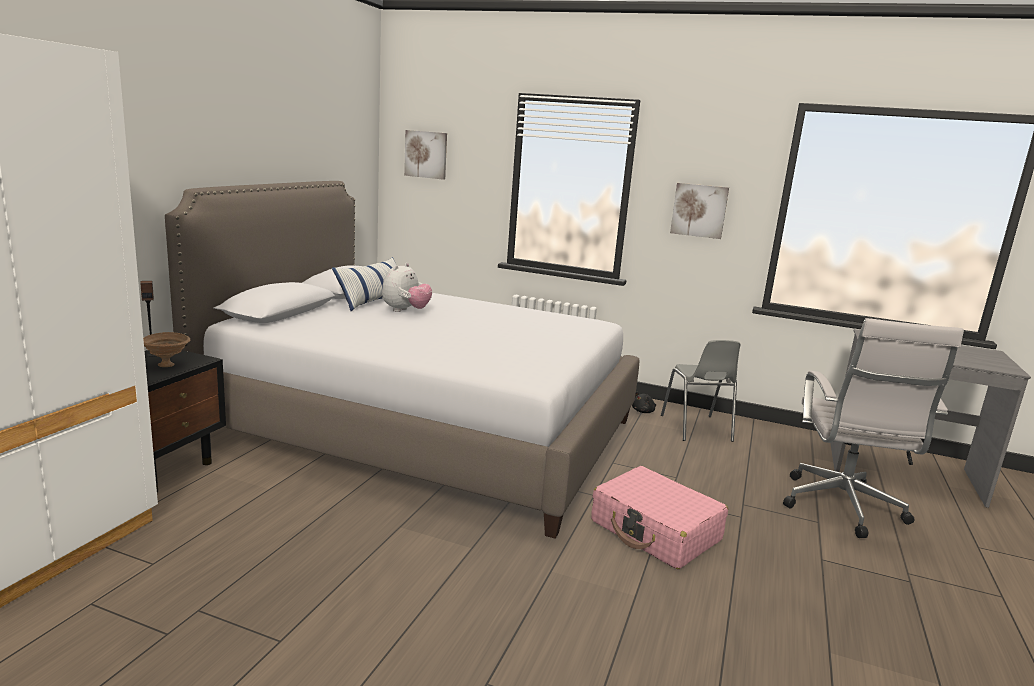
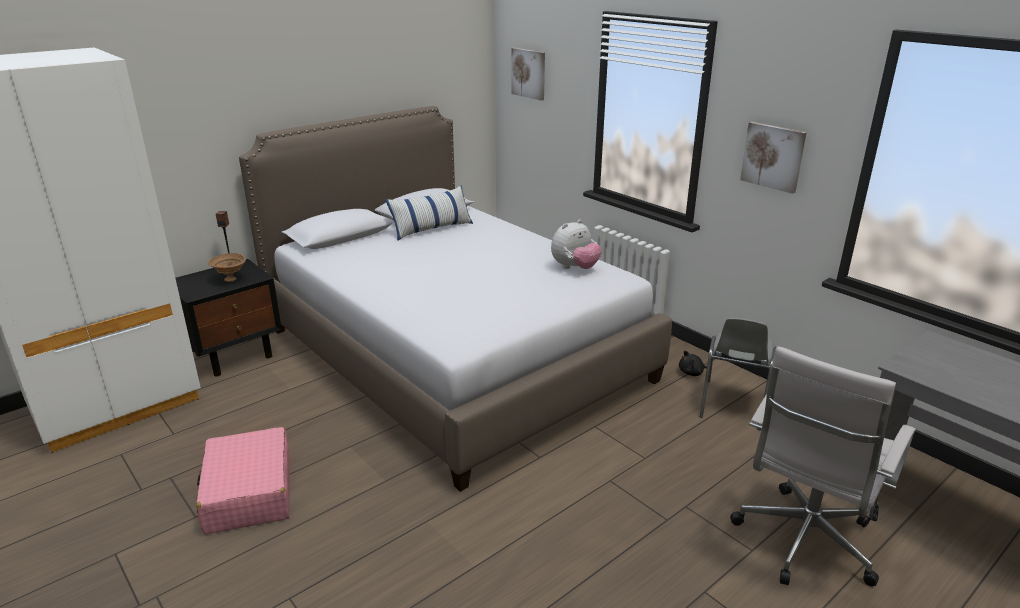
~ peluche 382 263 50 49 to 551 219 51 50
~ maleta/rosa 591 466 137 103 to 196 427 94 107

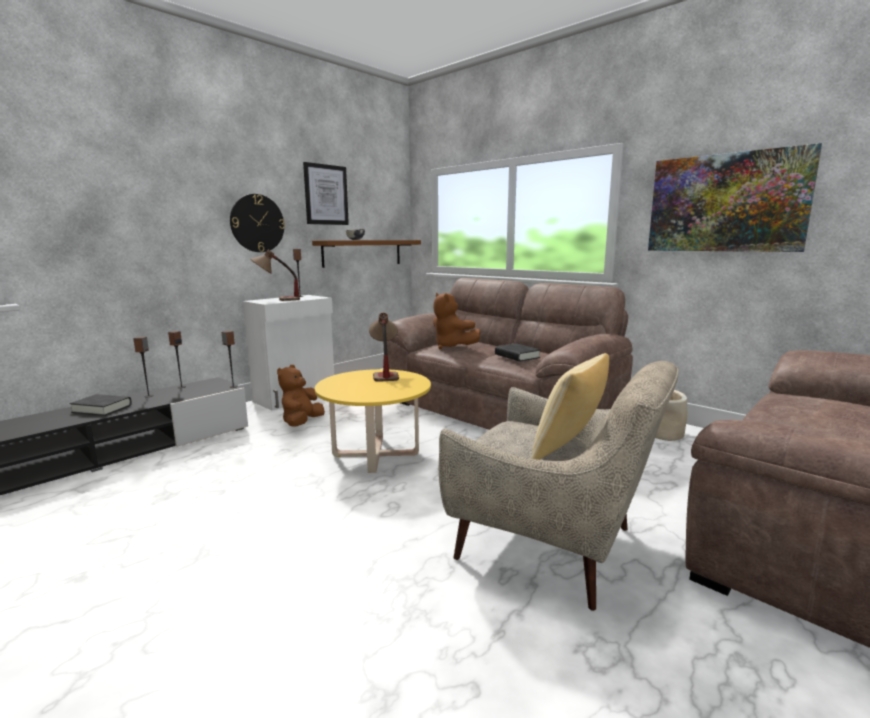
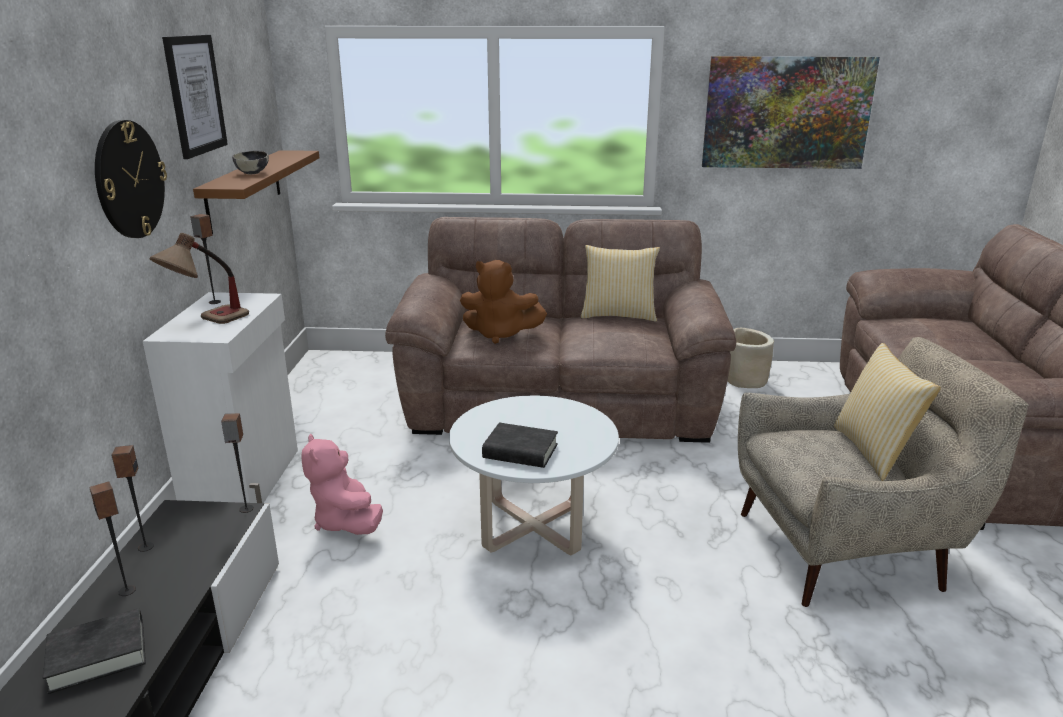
- lámpara de mesa 369 312 30 70
+ cojín 581 245 79 77
~ libro/negro 495 343 46 19 to 482 423 76 45
~ peluche/marrón 277 365 48 62 to peluche/rosa 302 434 81 101
~ mesa de centro/amarillo 315 369 116 104 to mesa de centro/blanco 449 396 170 159

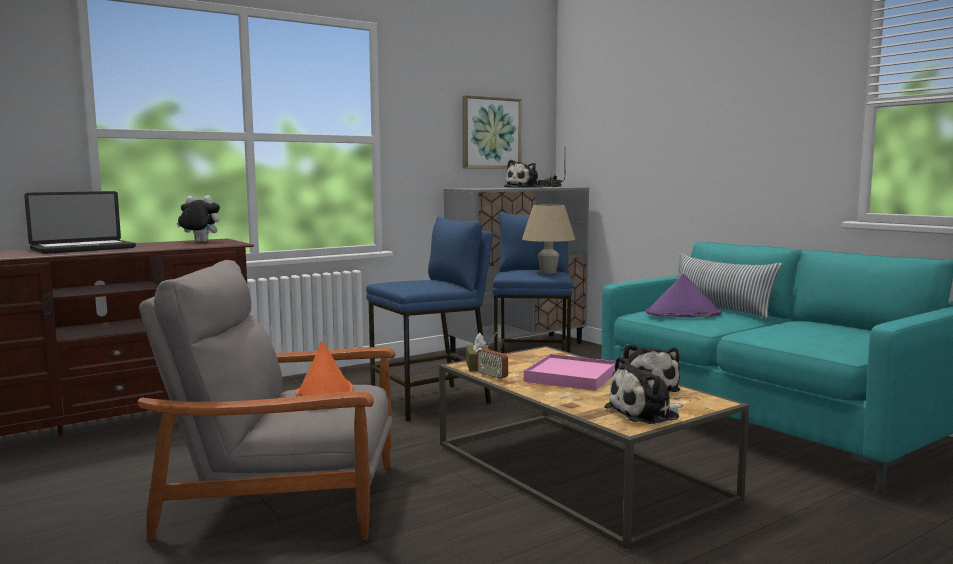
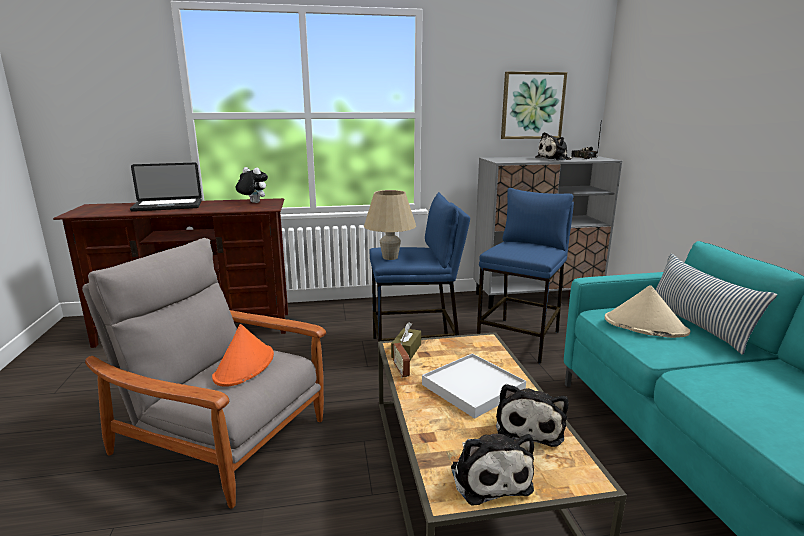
~ lámpara de mesa/beis 522 205 53 69 to 364 190 52 70
~ bandeja/rosa 524 354 92 37 to bandeja/blanco 422 353 104 66
~ sombrero/morado 646 274 76 43 to sombrero/beis 605 285 85 53
~ peluche 605 356 78 68 = 451 434 83 72 105 degrees counterclockwise

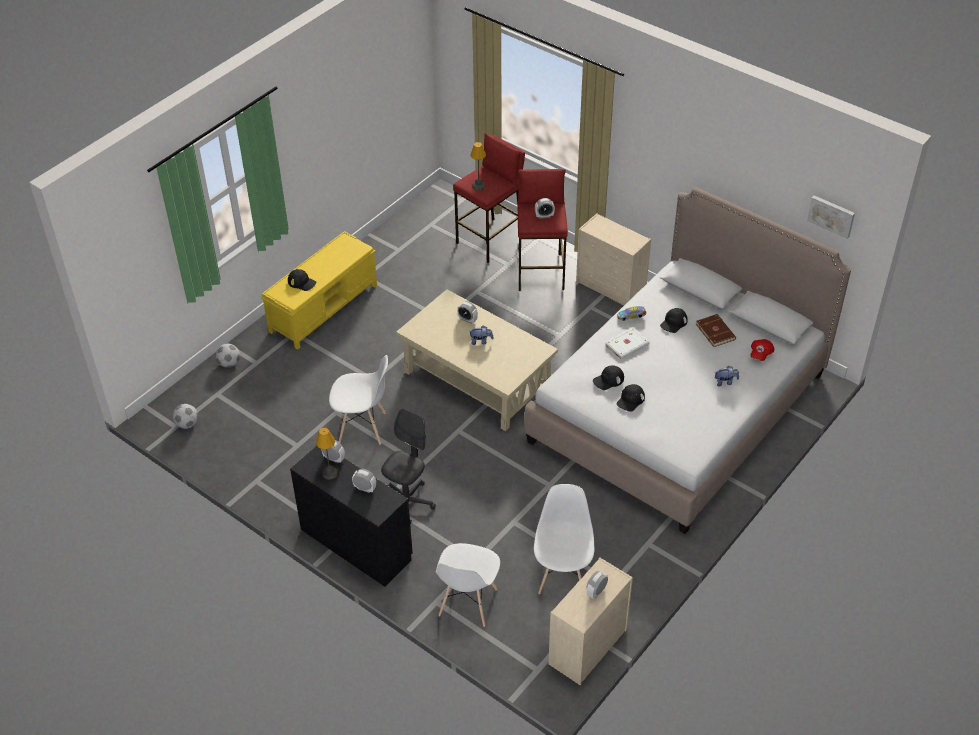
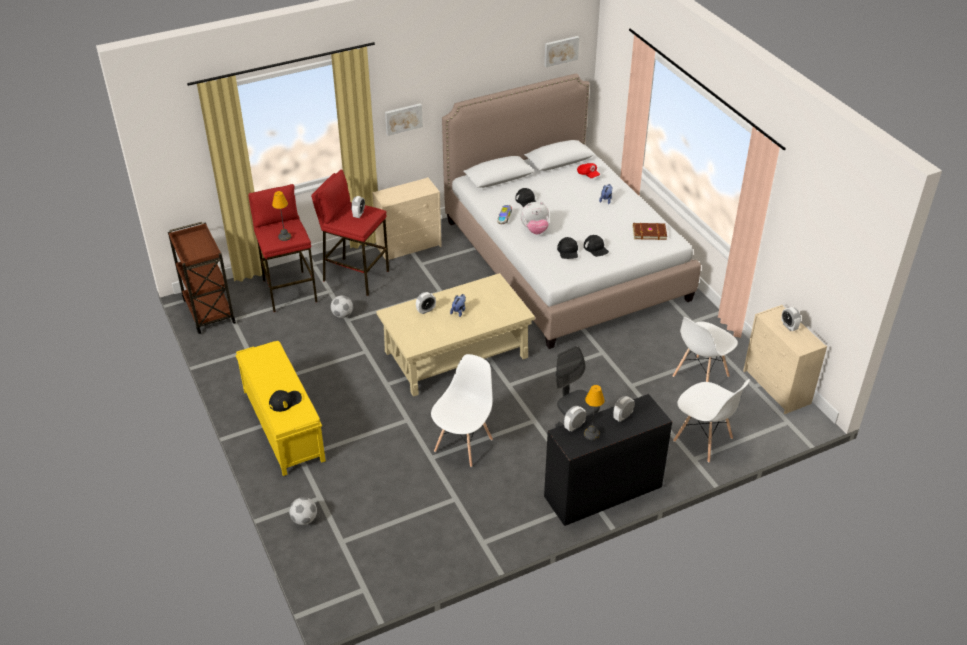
+ carrito/marrón 168 222 68 112
+ cuadro 385 103 38 33
~ balón de fútbol 173 404 25 25 to 330 296 23 22
~ libro/marrón 696 314 40 33 to 633 223 34 17
~ libro/blanco 605 327 45 32 to peluche 520 202 29 32
~ silla/blanco 534 484 60 110 = 673 317 65 65 75 degrees counterclockwise

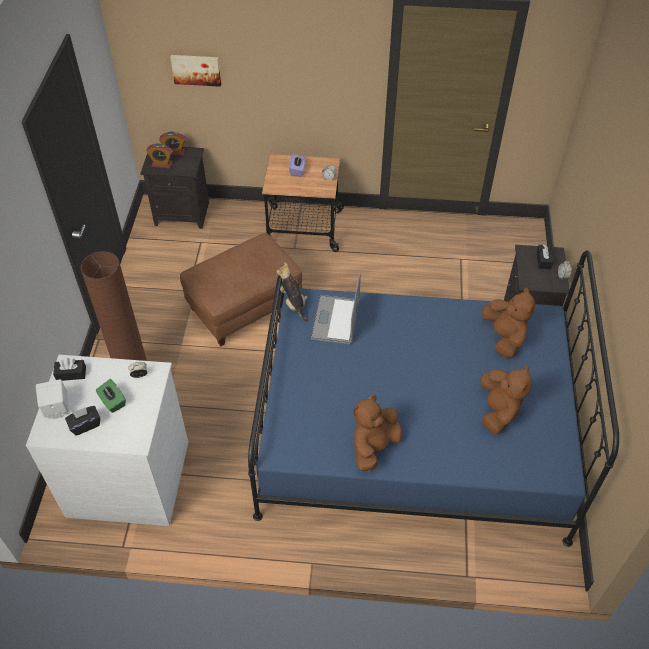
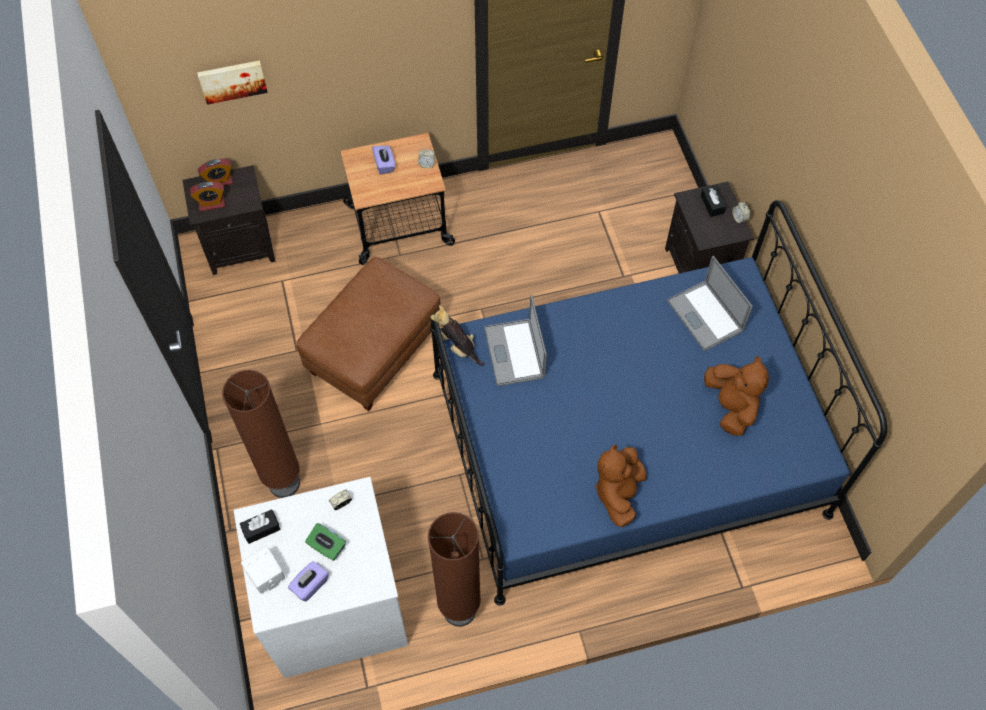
+ lámpara de pie/marrón 428 512 53 115
~ peluche/marrón 482 287 53 71 to portátil 667 256 86 95
~ caja de pañuelos/negro 65 406 35 30 to caja de pañuelos/morado 288 561 41 41

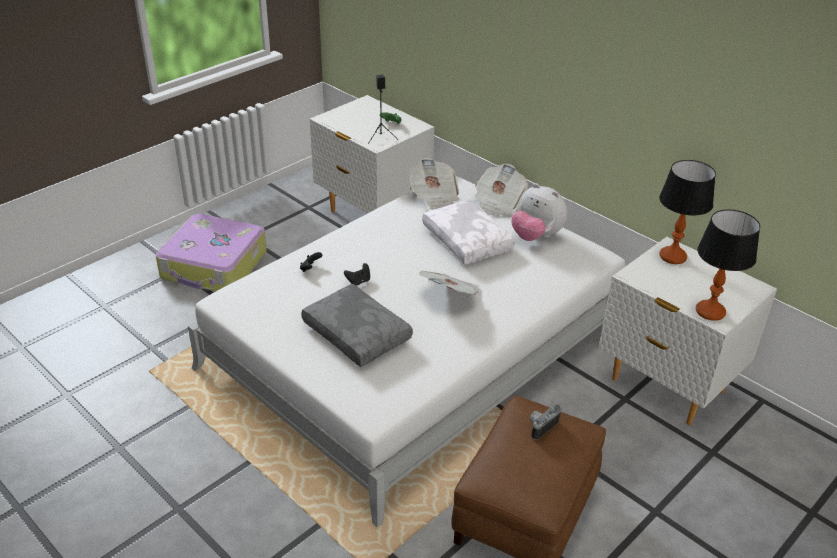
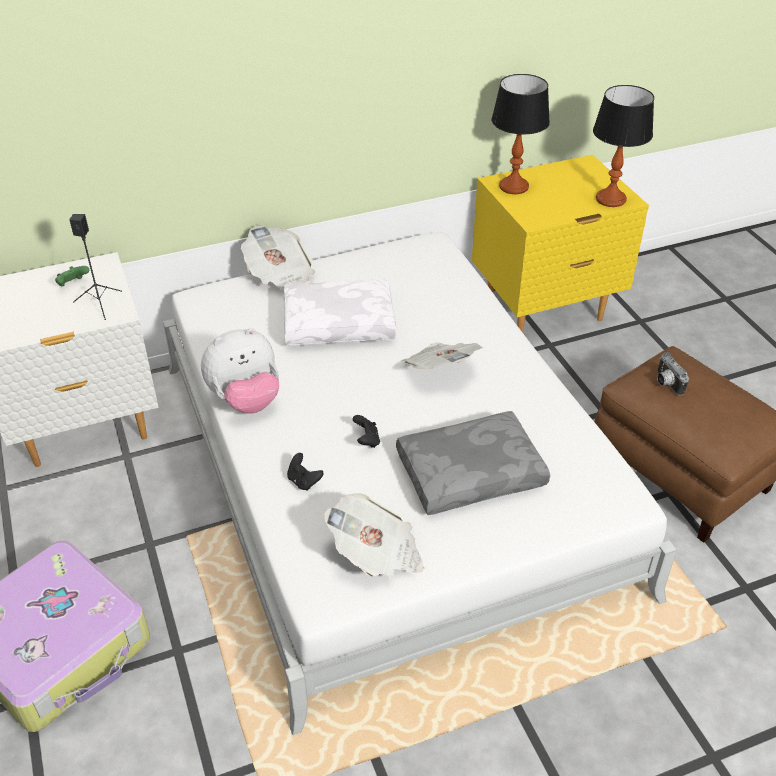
~ periódico 410 158 50 52 to 324 493 100 85
~ peluche 511 183 57 58 to 201 328 78 85
~ mesita de noche/blanco 599 237 178 188 to mesita de noche/amarillo 472 155 177 178

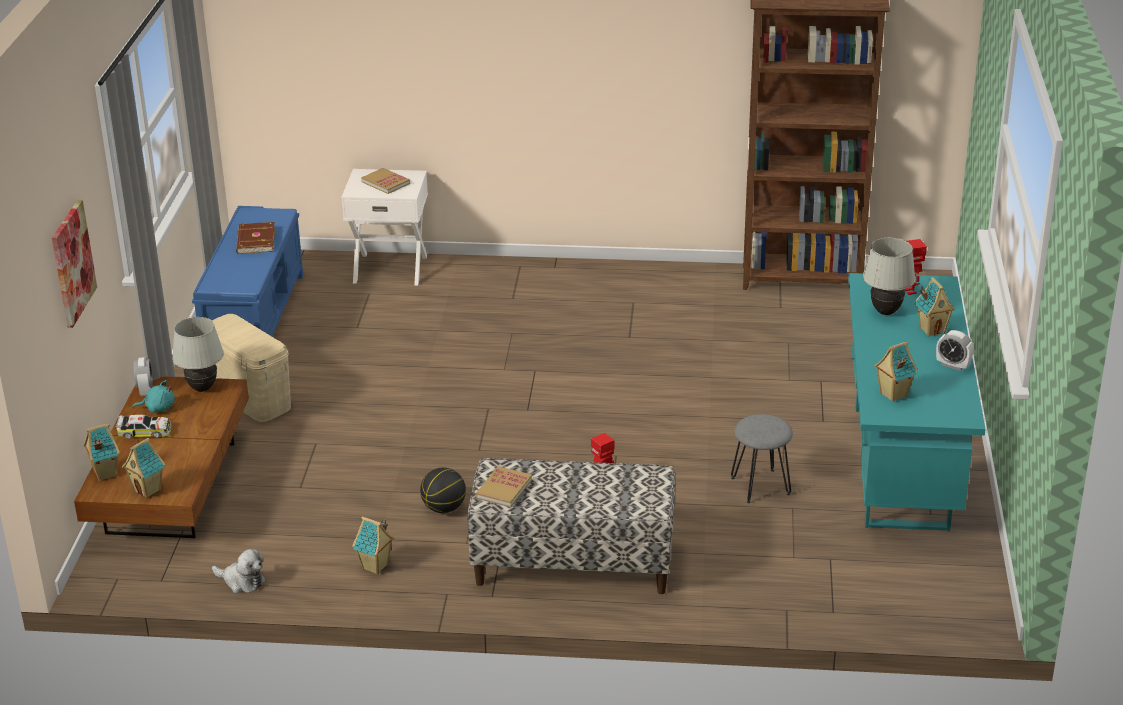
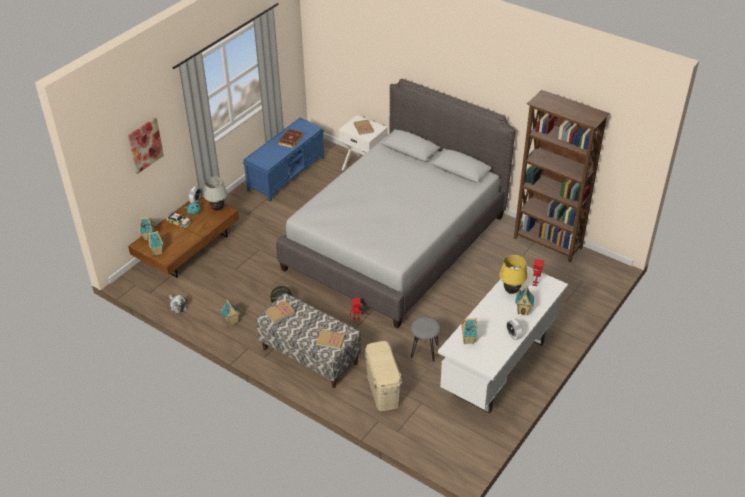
+ cama/gris 276 79 239 249
+ libro 316 330 29 19
~ caja de almacenaje/beis 212 314 79 108 to 365 341 37 70
~ escritorio/turquesa 848 273 138 258 to escritorio/blanco 438 266 130 148
~ lámpara de mesa/blanco 863 238 53 77 to lámpara de mesa/amarillo 499 255 29 39

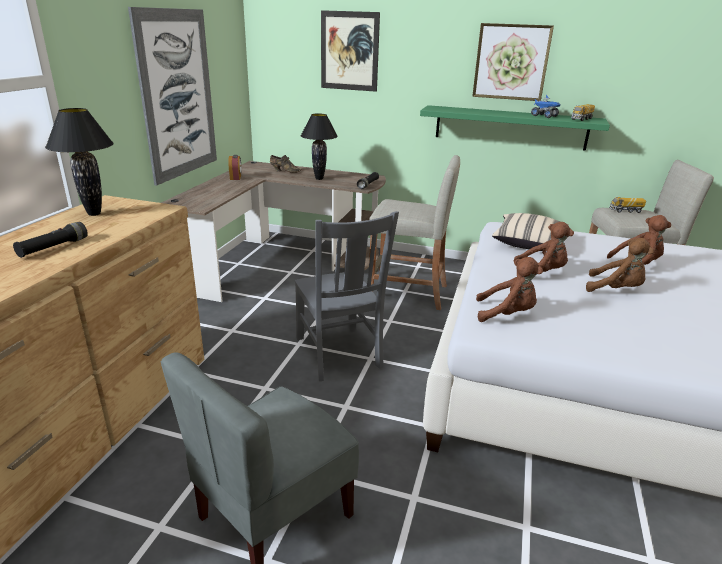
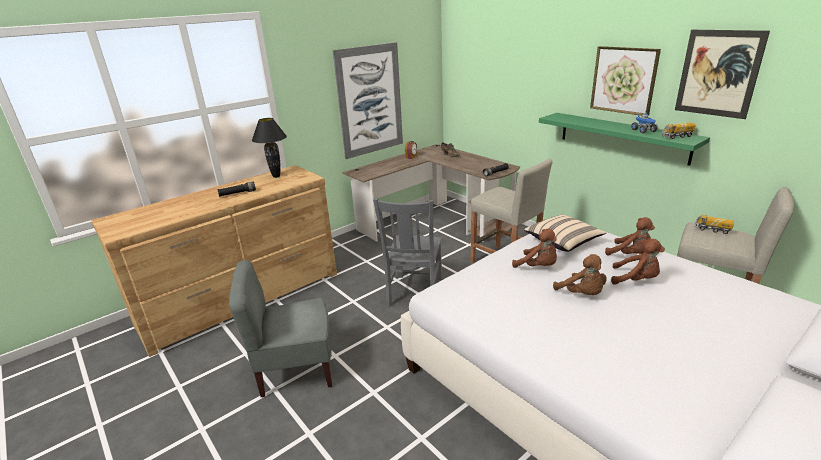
- lámpara de mesa/negro 301 113 37 67
~ cuadro 321 10 59 82 to 675 30 95 89
~ peluche/marrón 476 257 67 65 to 605 217 50 38

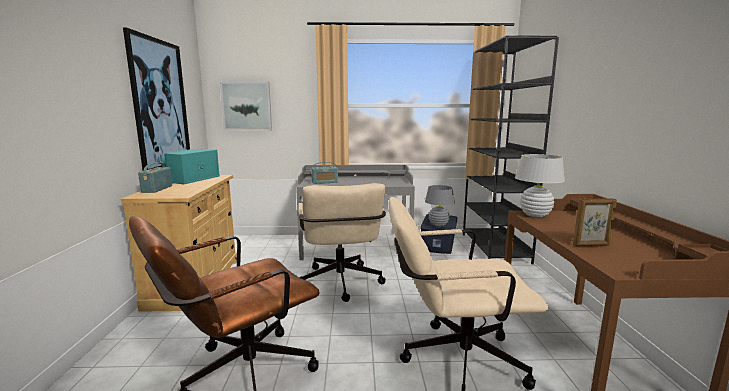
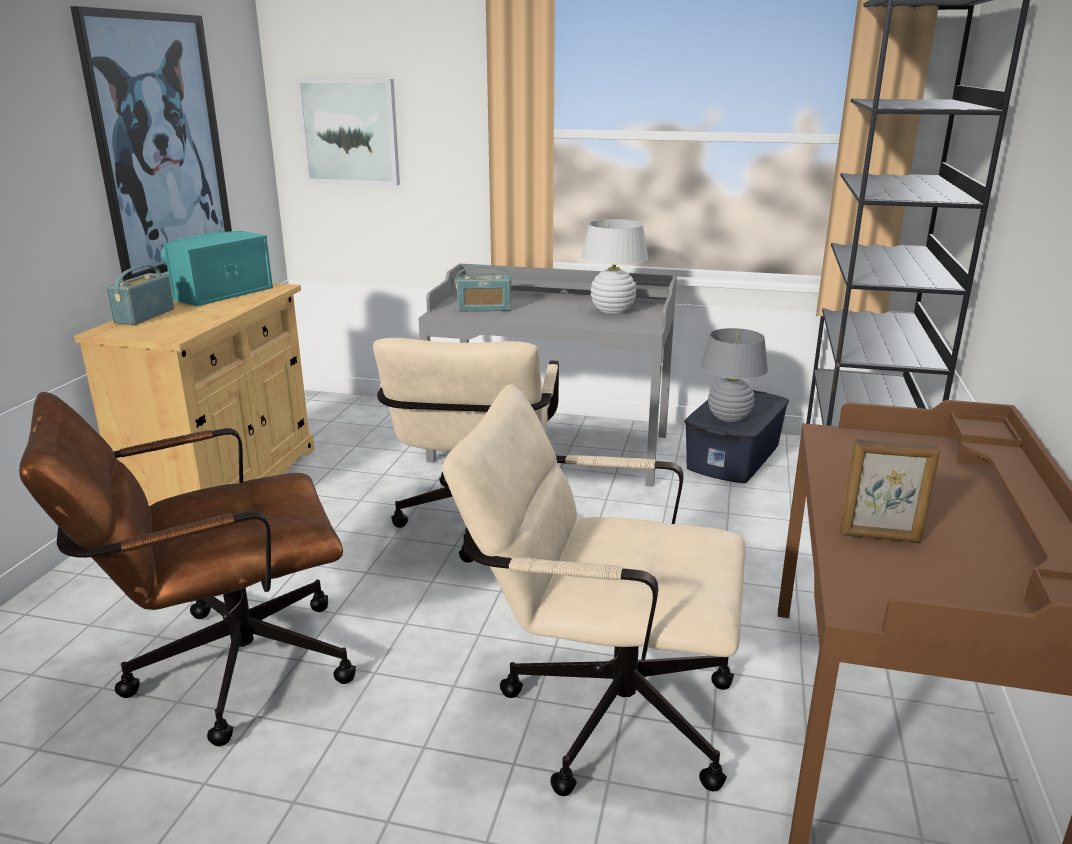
~ lámpara de mesa/blanco 515 154 50 63 to 581 219 67 95

